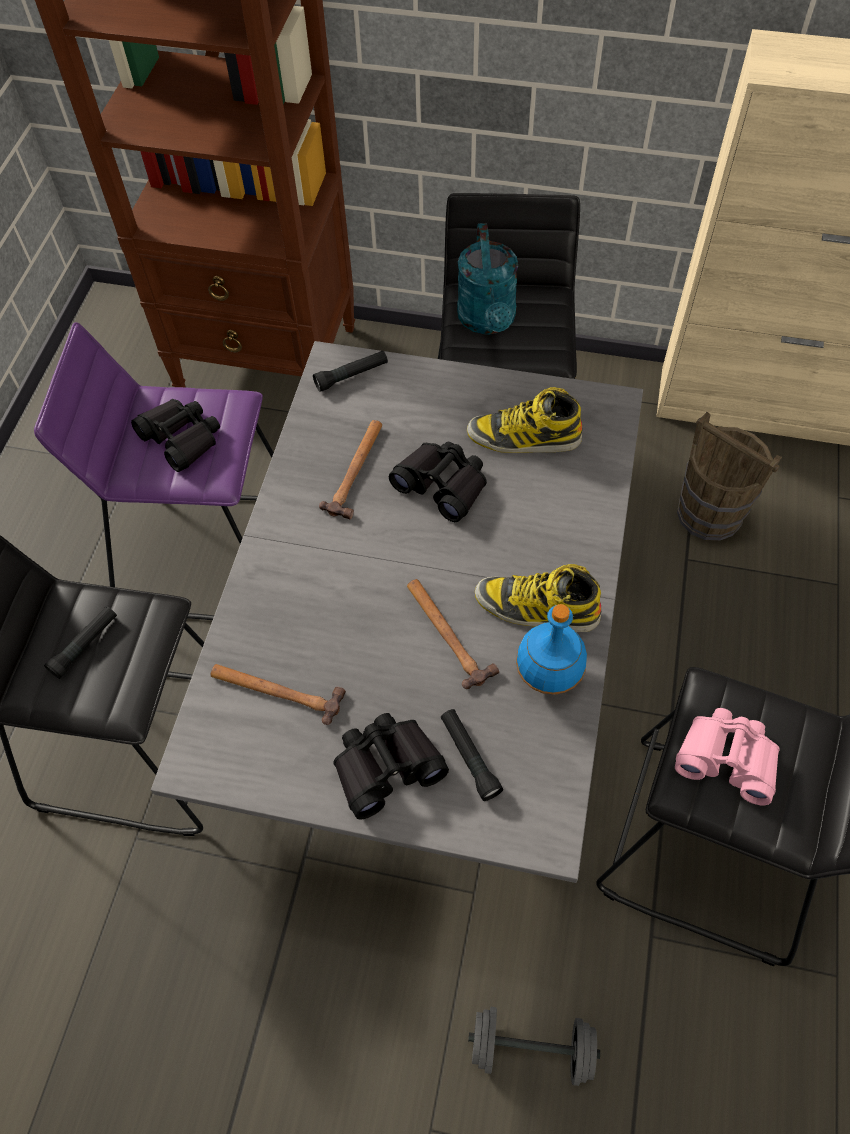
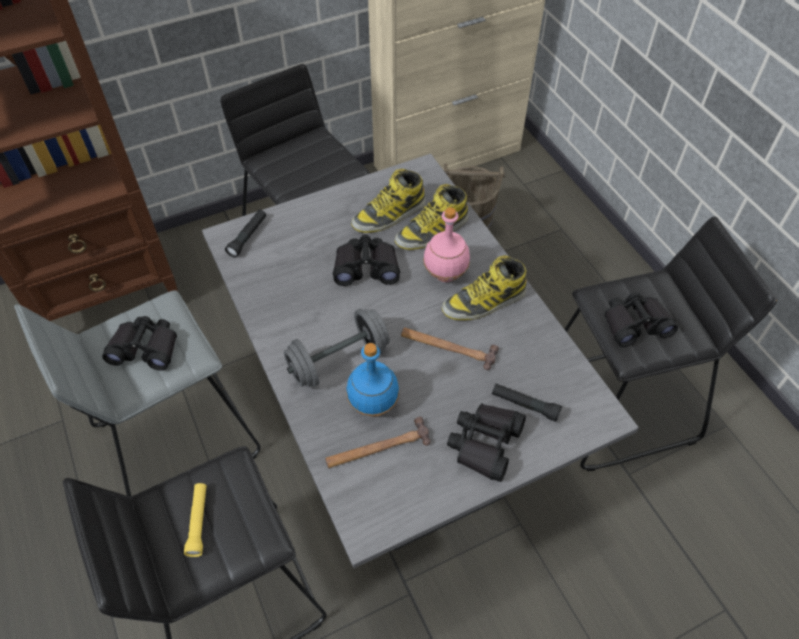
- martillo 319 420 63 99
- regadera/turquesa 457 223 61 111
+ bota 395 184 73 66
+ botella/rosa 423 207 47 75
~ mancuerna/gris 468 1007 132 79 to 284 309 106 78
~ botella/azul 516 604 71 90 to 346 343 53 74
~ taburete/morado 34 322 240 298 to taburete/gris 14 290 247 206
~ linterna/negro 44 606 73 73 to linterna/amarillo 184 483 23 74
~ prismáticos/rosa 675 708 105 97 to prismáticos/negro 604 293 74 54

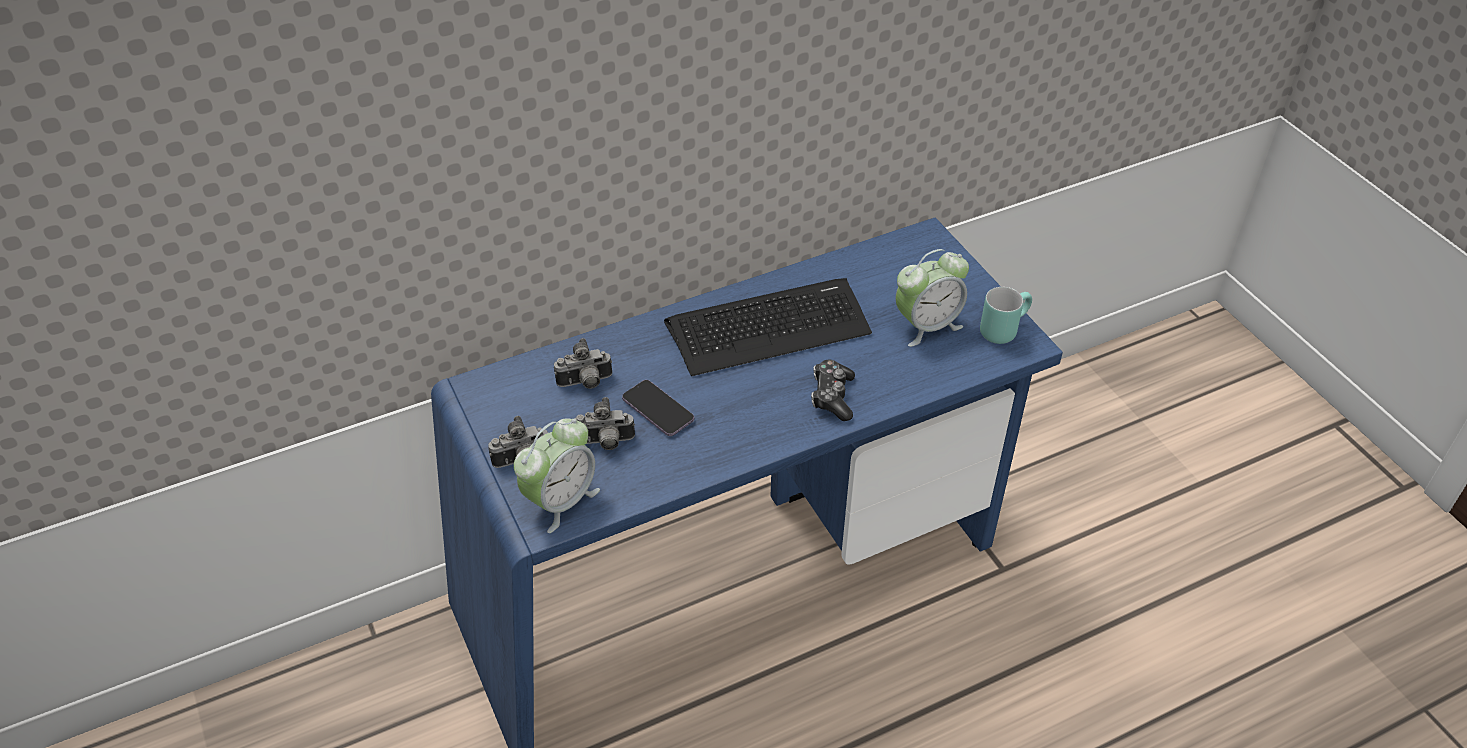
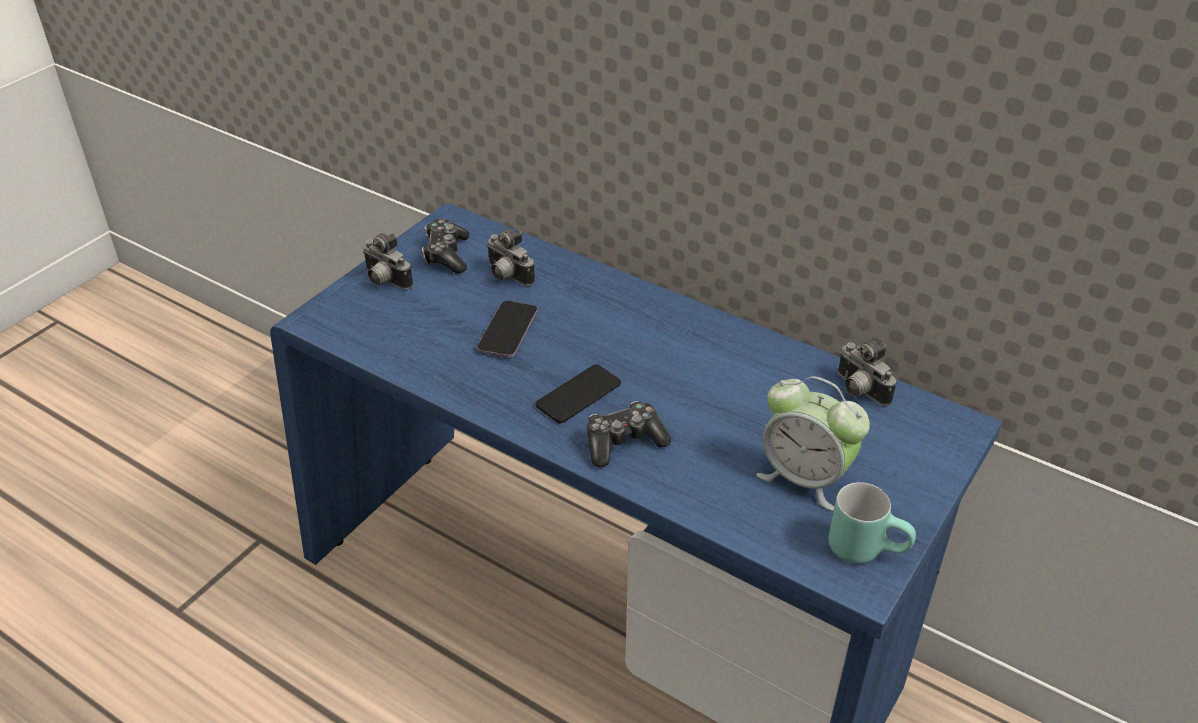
- despertador 514 419 86 114
- teclado 664 278 208 98
+ mando de consola 422 219 47 55
+ móvil 535 364 86 60
~ cámara 575 397 60 53 to 838 340 58 66

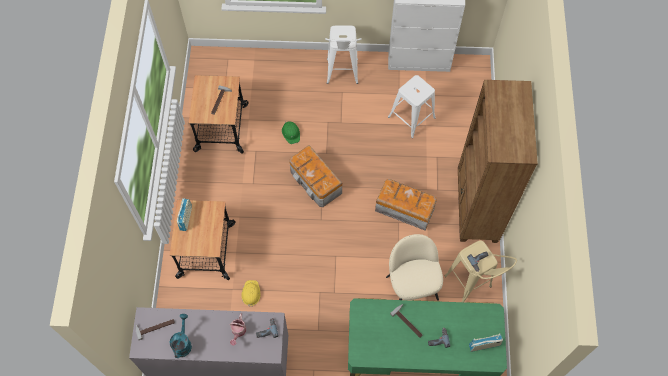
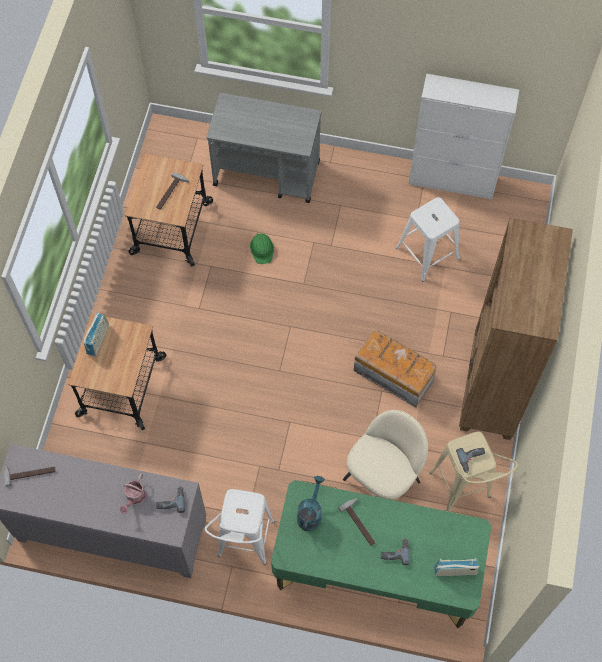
- casco/amarillo 242 280 19 27
- caja de almacenaje 289 145 53 62
+ carrito/gris 206 93 115 110
~ regadera/turquesa 169 314 23 44 to 297 476 28 55
~ taburete/blanco 325 25 37 59 to 205 489 70 76
~ silla/beis 386 234 57 67 = 343 410 85 90 45 degrees clockwise

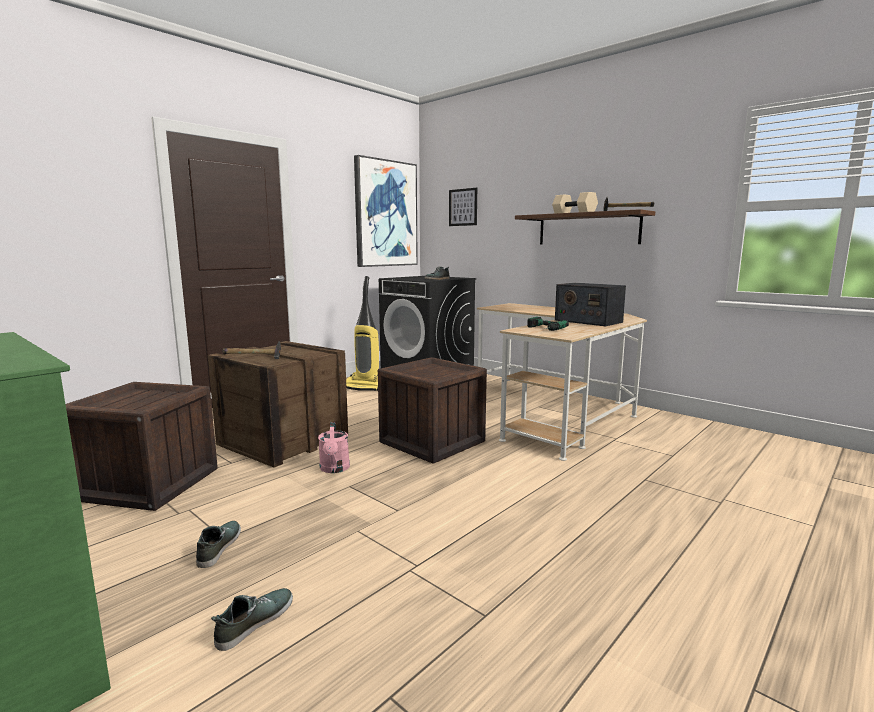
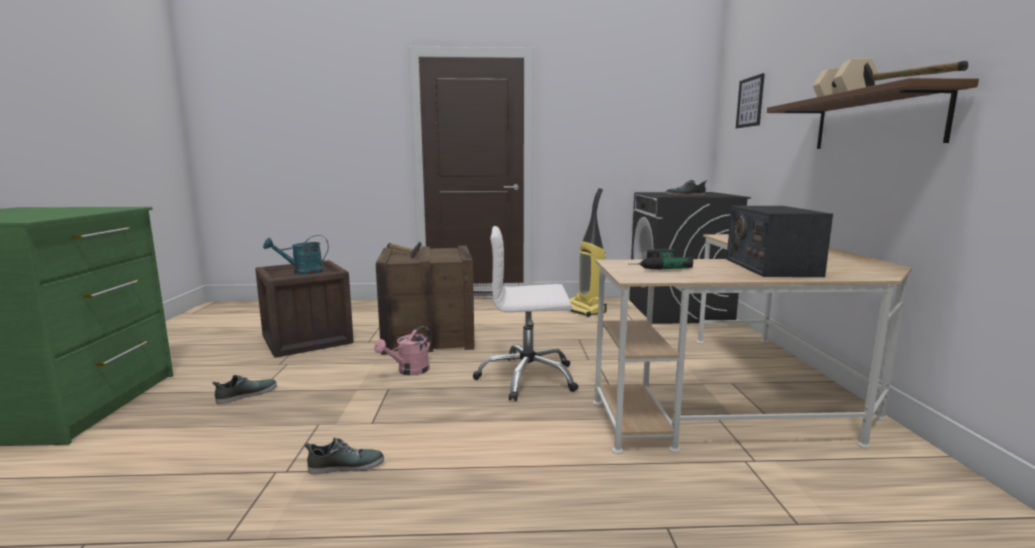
- cuadro 354 155 64 112
+ regadera/turquesa 263 235 66 40
~ zapato 211 588 82 63 to 304 438 80 37
~ caja de embalaje 378 357 109 107 to silla de oficina/blanco 473 226 105 175

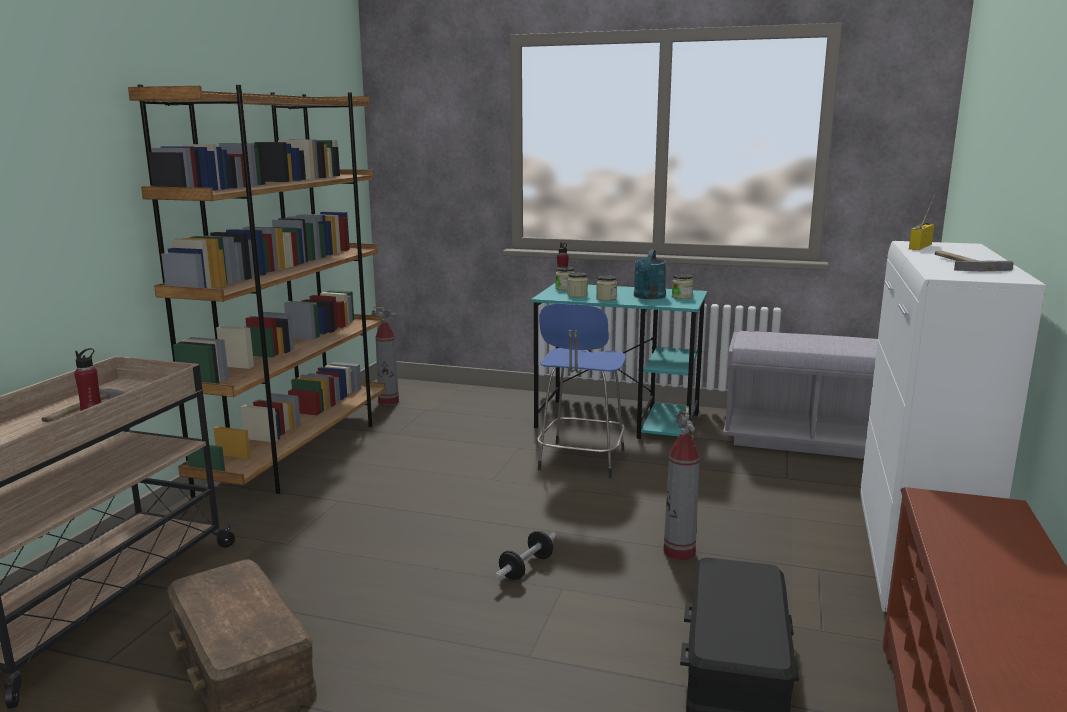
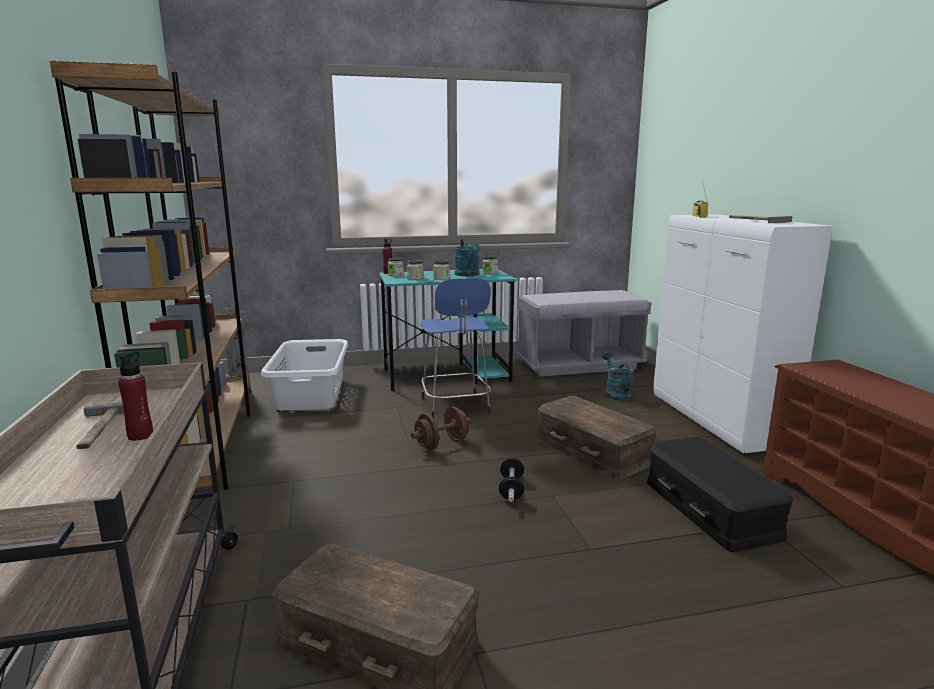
+ cesto de la ropa/blanco 261 339 87 71
+ mancuerna/marrón 411 406 60 44
+ regadera/turquesa 602 351 32 50
~ extintor 664 406 35 154 to caja de almacenaje/marrón 537 396 120 84

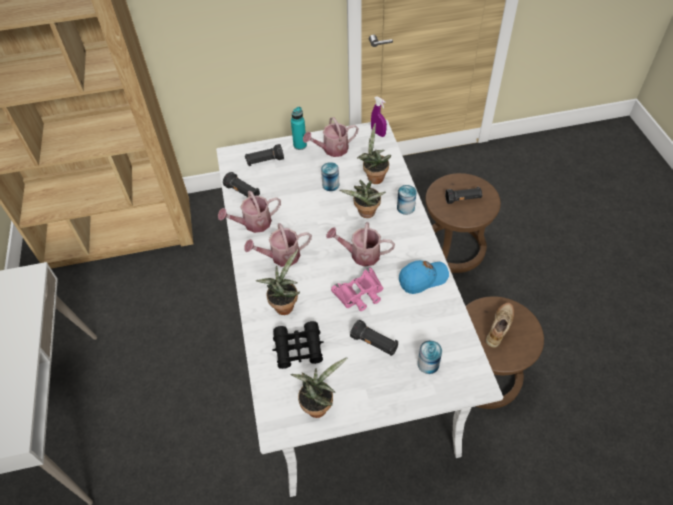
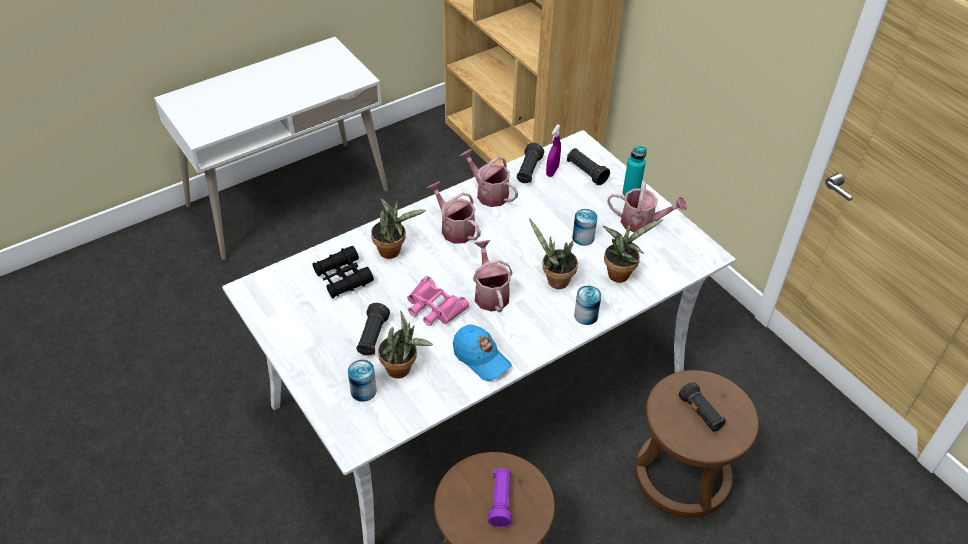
~ planta en maceta 290 357 57 61 to 378 311 55 68
~ pulverizador/morado 371 96 16 41 to 546 124 15 53
~ zapato/beis 486 303 28 45 to linterna/morado 488 468 24 60
~ regadera 303 117 55 40 = 608 181 79 51 150 degrees clockwise

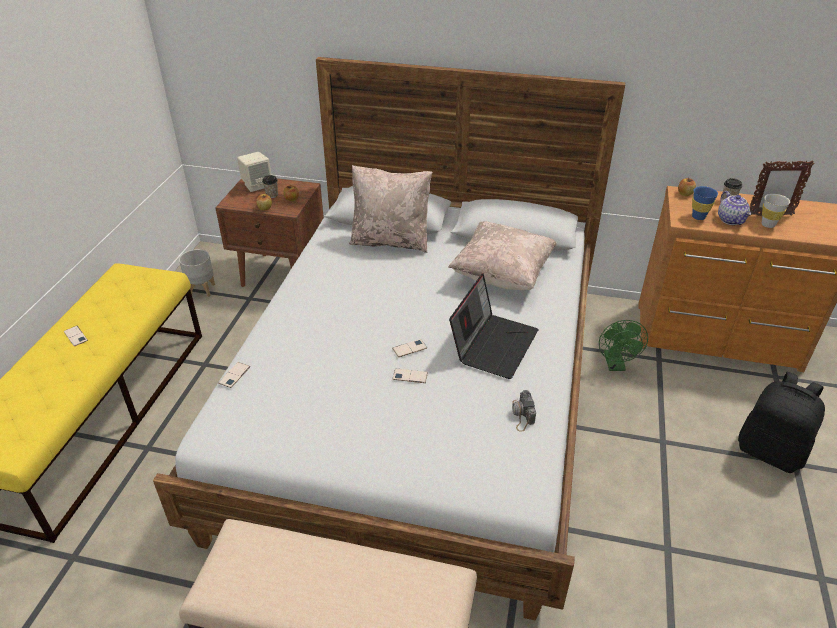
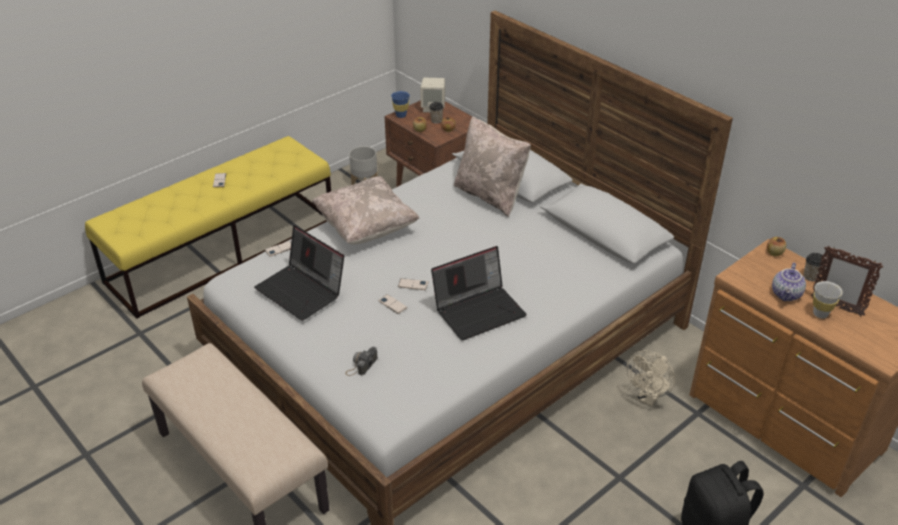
+ portátil 254 225 90 96
~ cojín/beis 448 221 109 69 to 312 176 107 69
~ cámara 512 390 24 42 to 345 346 33 30
~ taza/azul 692 186 26 34 to 391 91 19 27
~ ventilador/verde 599 320 49 51 to ventilador/beis 627 350 48 57

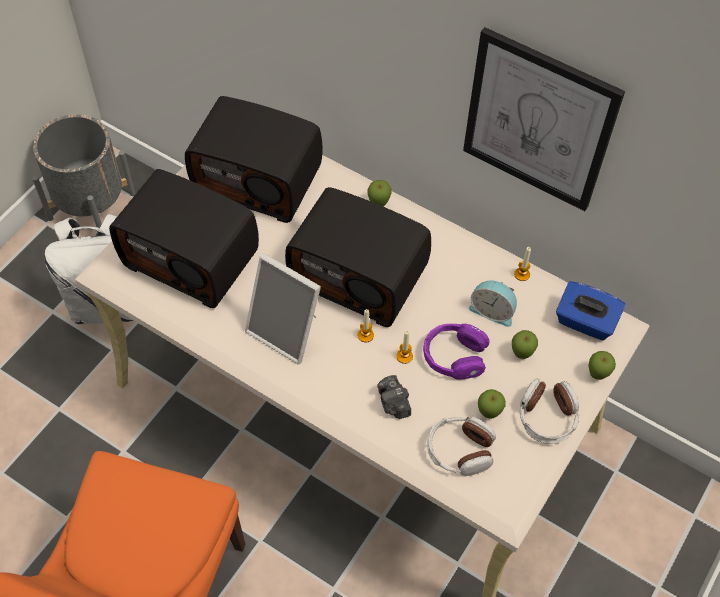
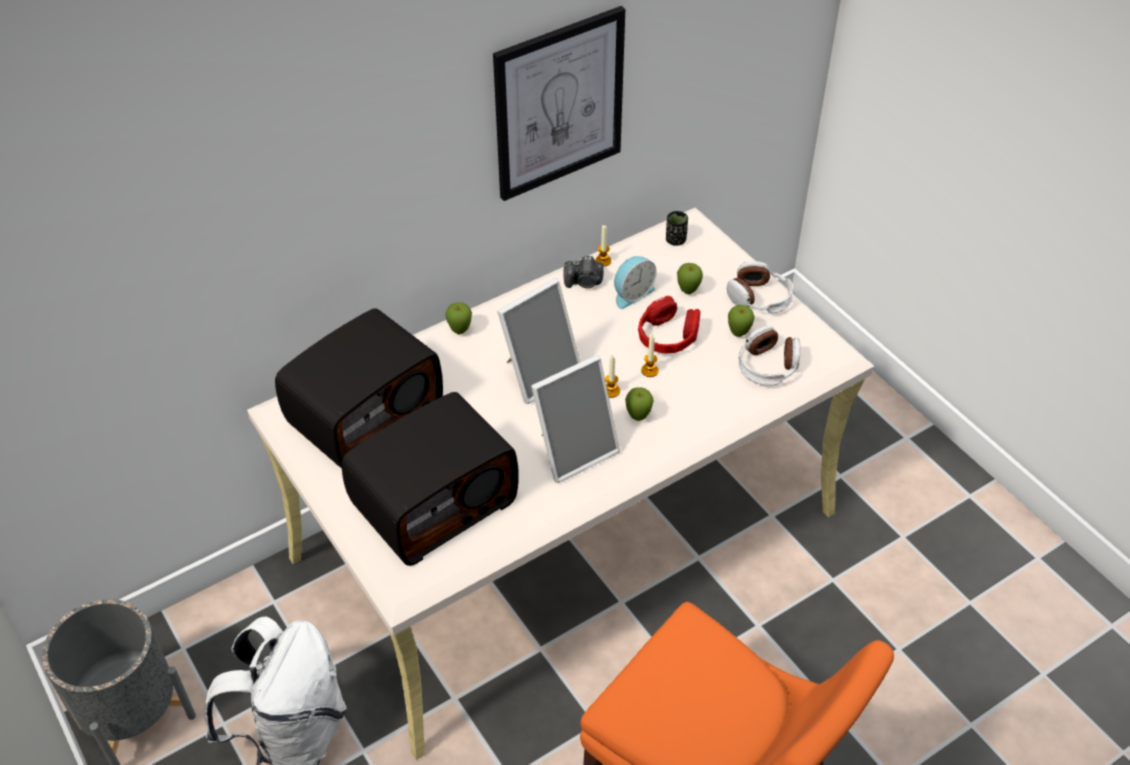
~ cámara 377 375 34 44 to 563 256 41 32
~ manzana 588 351 28 29 to 625 387 29 34
~ radio 285 187 146 140 to portarretratos 497 278 83 126
~ caja de pañuelos/azul 556 281 70 59 to taza/negro 666 211 22 35
~ auriculares/morado 423 324 66 56 to auriculares/rojo 638 296 62 57

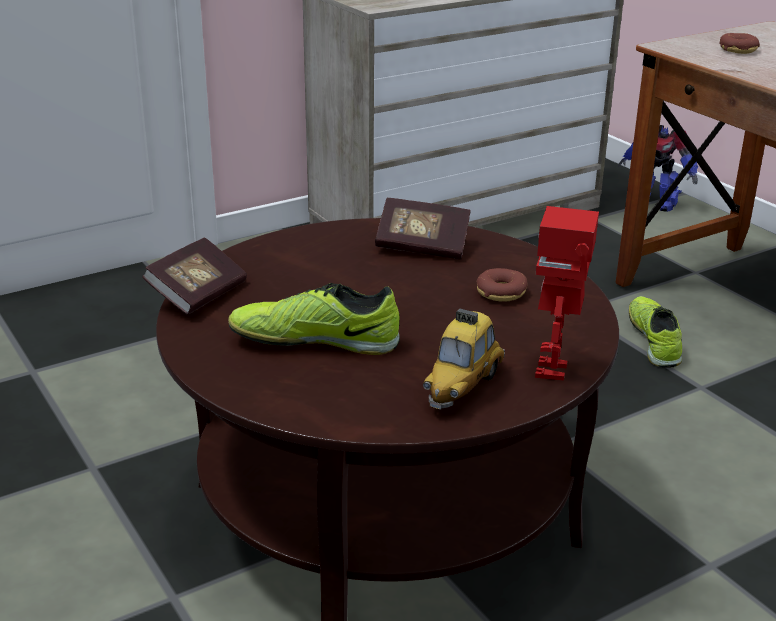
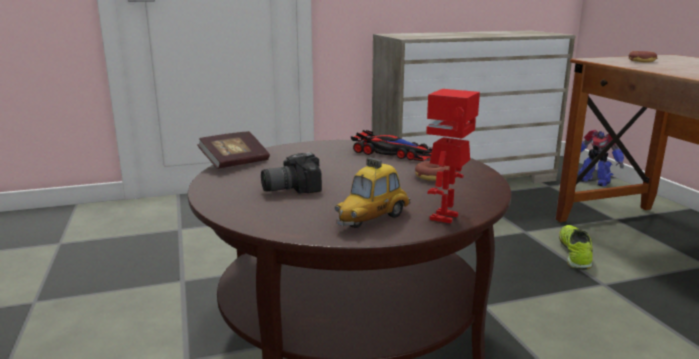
~ zapato 228 283 172 72 to cámara 261 152 61 41
~ libro 375 198 96 62 to coche de juguete 351 130 81 31

